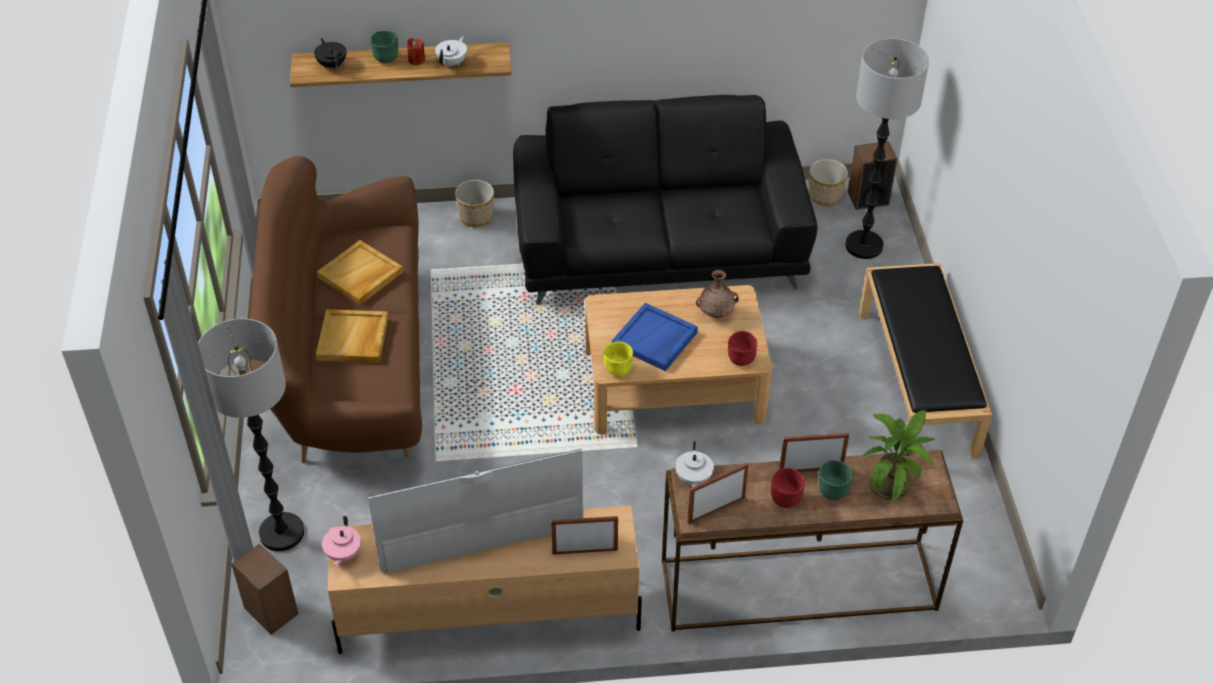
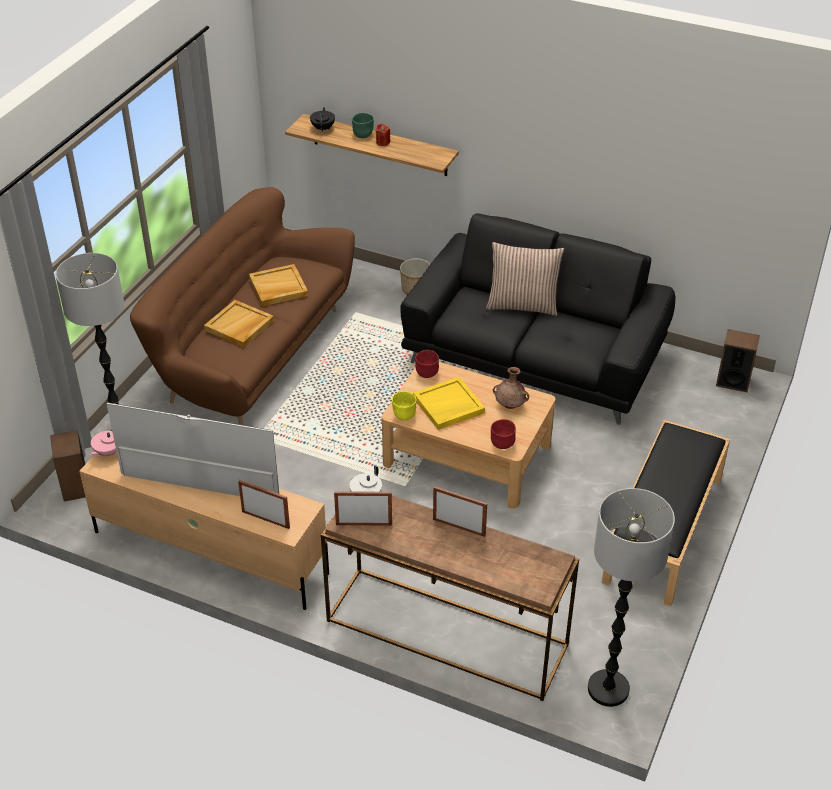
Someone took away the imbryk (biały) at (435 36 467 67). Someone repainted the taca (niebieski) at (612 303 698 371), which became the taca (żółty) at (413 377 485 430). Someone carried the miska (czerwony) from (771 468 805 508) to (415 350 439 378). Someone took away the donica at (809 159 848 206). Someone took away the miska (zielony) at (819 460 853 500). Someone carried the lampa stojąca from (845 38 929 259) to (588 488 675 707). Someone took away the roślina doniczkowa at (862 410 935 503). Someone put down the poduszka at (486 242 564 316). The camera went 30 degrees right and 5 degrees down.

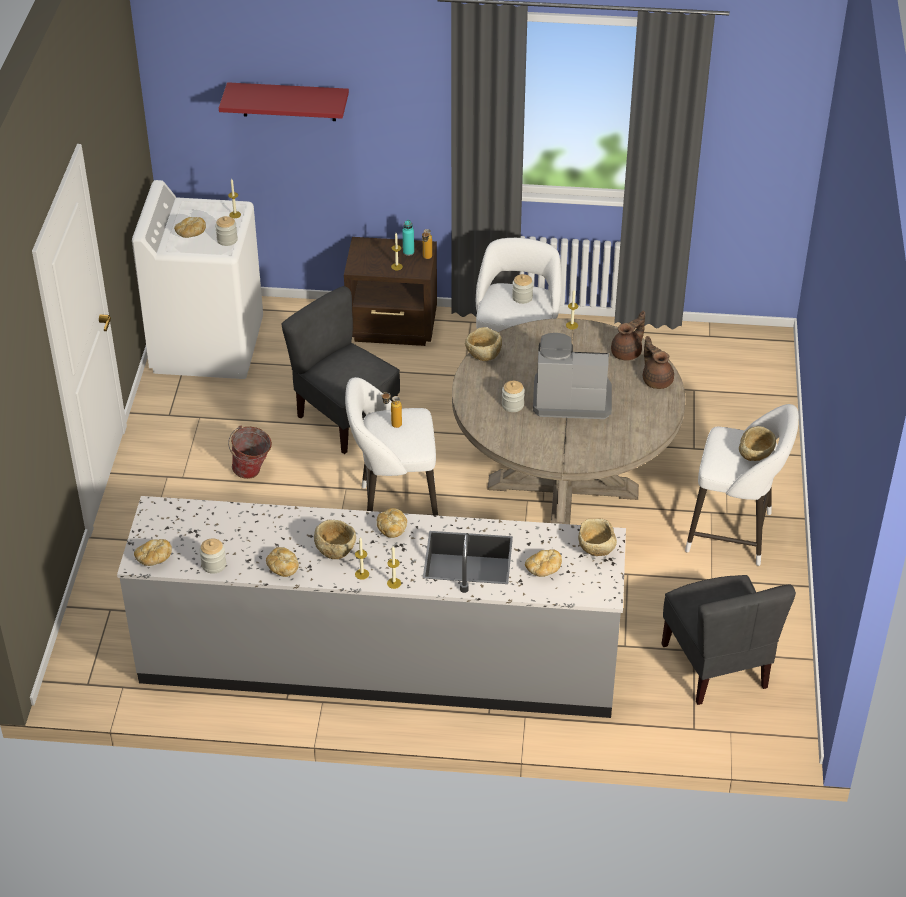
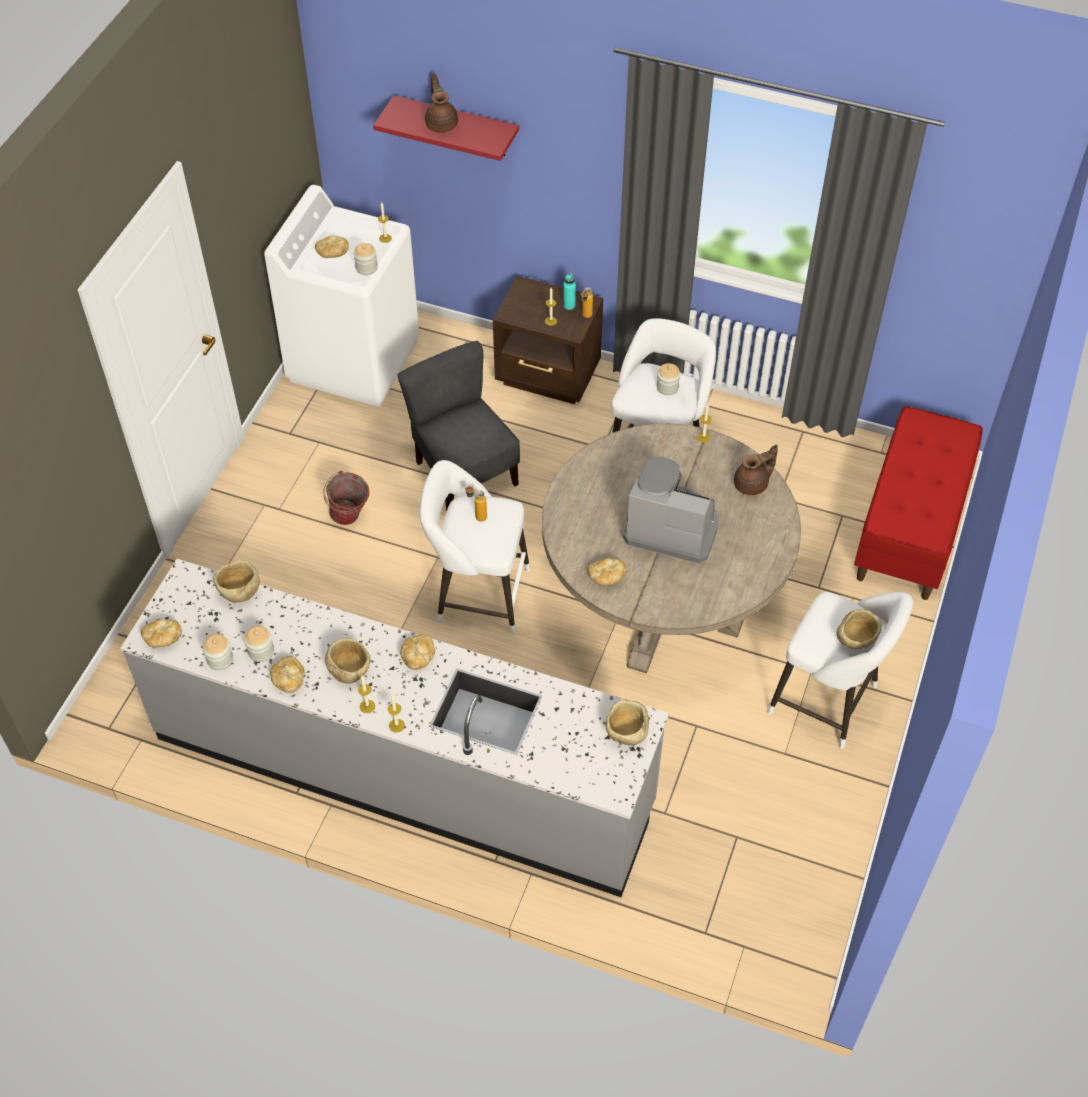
Someone carried the miska (beżowy) from (465 327 502 361) to (213 560 260 603). Someone carried the słoik from (502 381 525 412) to (244 626 274 662). Someone carried the chleb from (525 549 562 577) to (588 558 627 586). Someone carried the imbryk (brązowy) from (643 336 674 389) to (425 73 458 133). Someone took away the krzesło (szary) at (661 575 796 705). Someone put down the ławka (czerwony) at (854 406 983 600). The camera went 15 degrees right and 10 degrees up.

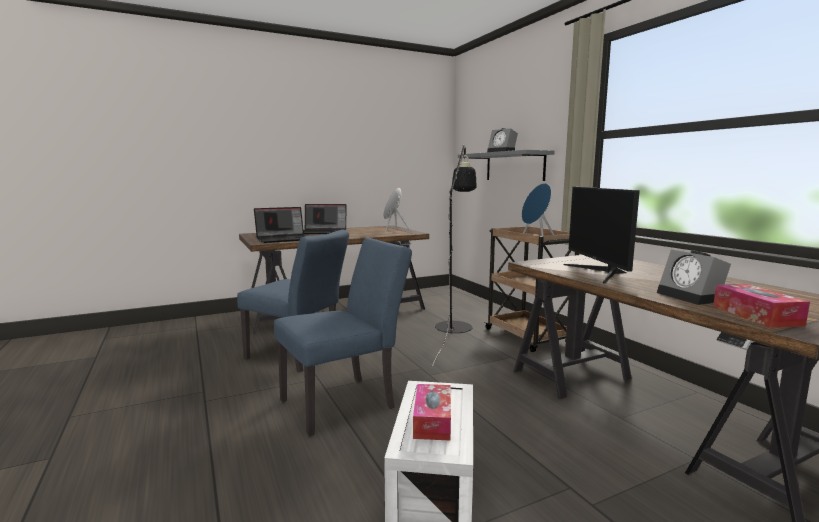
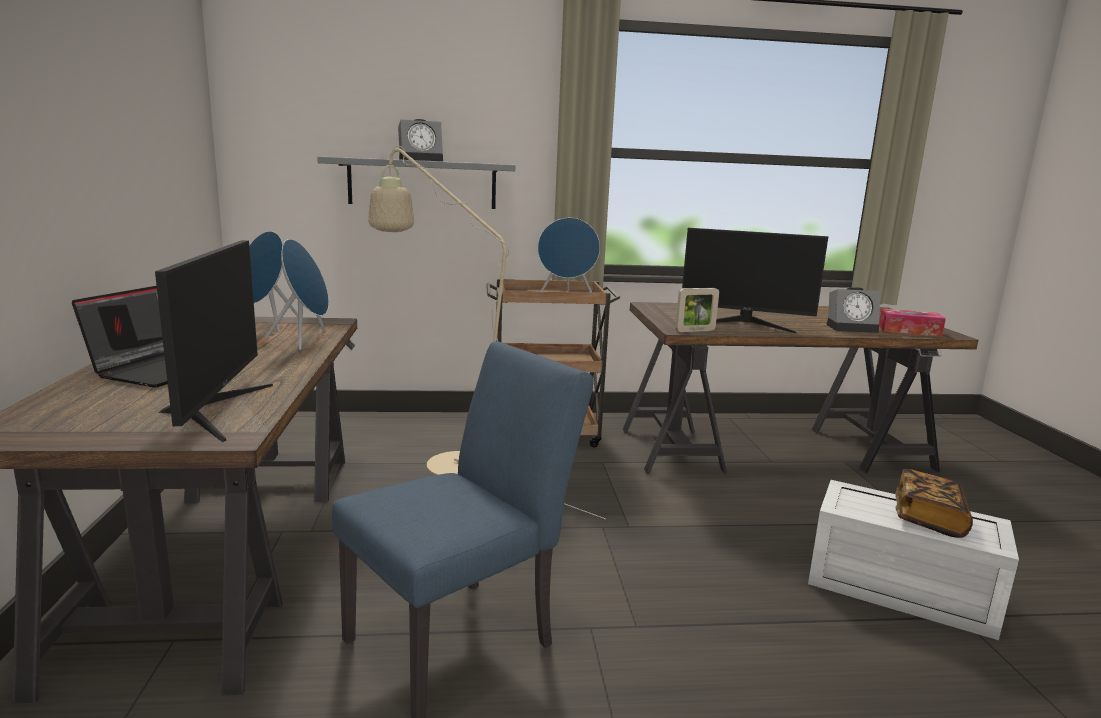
Someone swapped the laptop at (254 207 305 243) for the monitor at (155 240 273 442). Someone took away the krzesło (niebieski) at (274 238 412 437). Someone swapped the pudełko chusteczek at (413 384 451 441) for the książka at (895 469 973 538). Someone repainted the lampa stojąca (czarny) at (431 144 477 368), which became the lampa stojąca (beżowy) at (368 145 606 519). Someone put down the głośnik (niebieski) at (265 239 329 350). Someone put down the ramka na zdjęcie at (675 288 719 332). The camera went 70 degrees left and 5 degrees up.

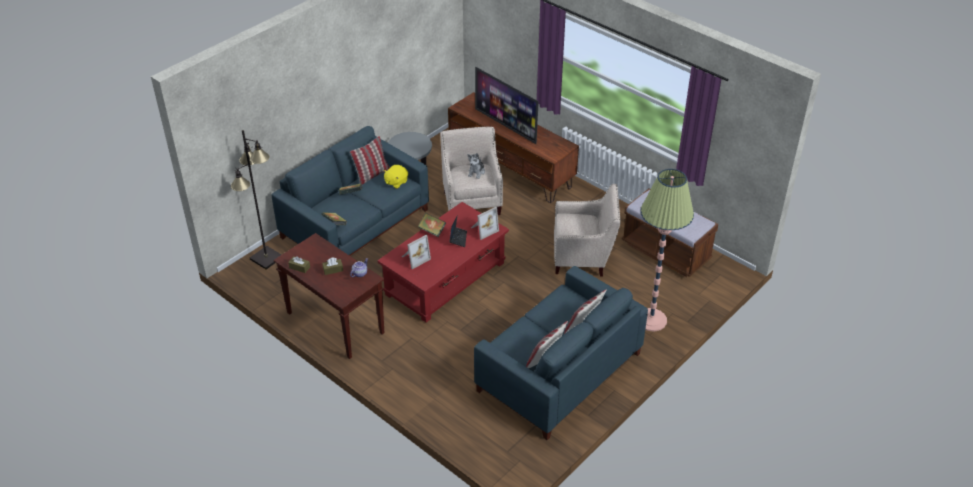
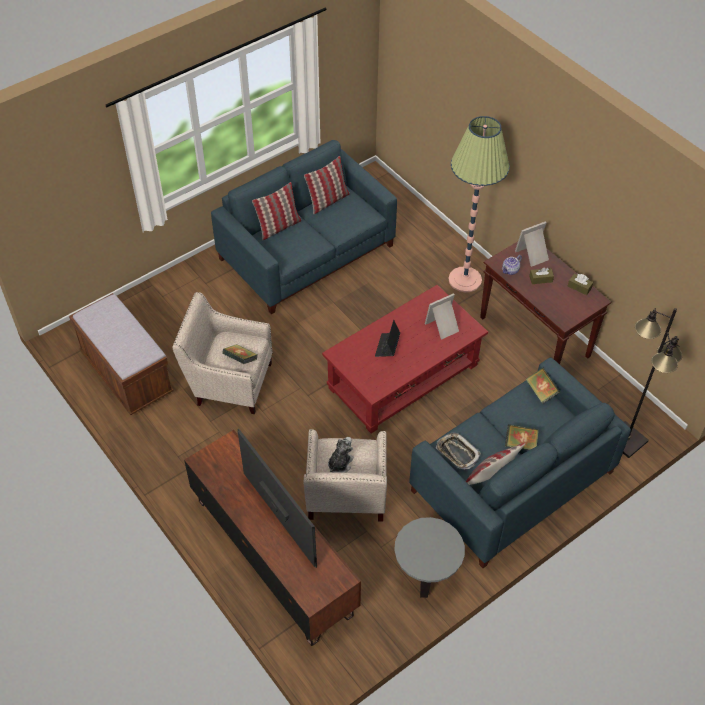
Someone swapped the pluszak (żółty) at (383 165 408 189) for the taca at (436 432 481 470). Someone carried the książka from (418 213 446 237) to (222 344 258 364). Someone carried the ramka na zdjęcie from (471 207 499 240) to (515 221 549 267). Someone carried the lampa stojąca from (641 169 694 332) to (448 116 510 292). The camera went 170 degrees left and 10 degrees up.

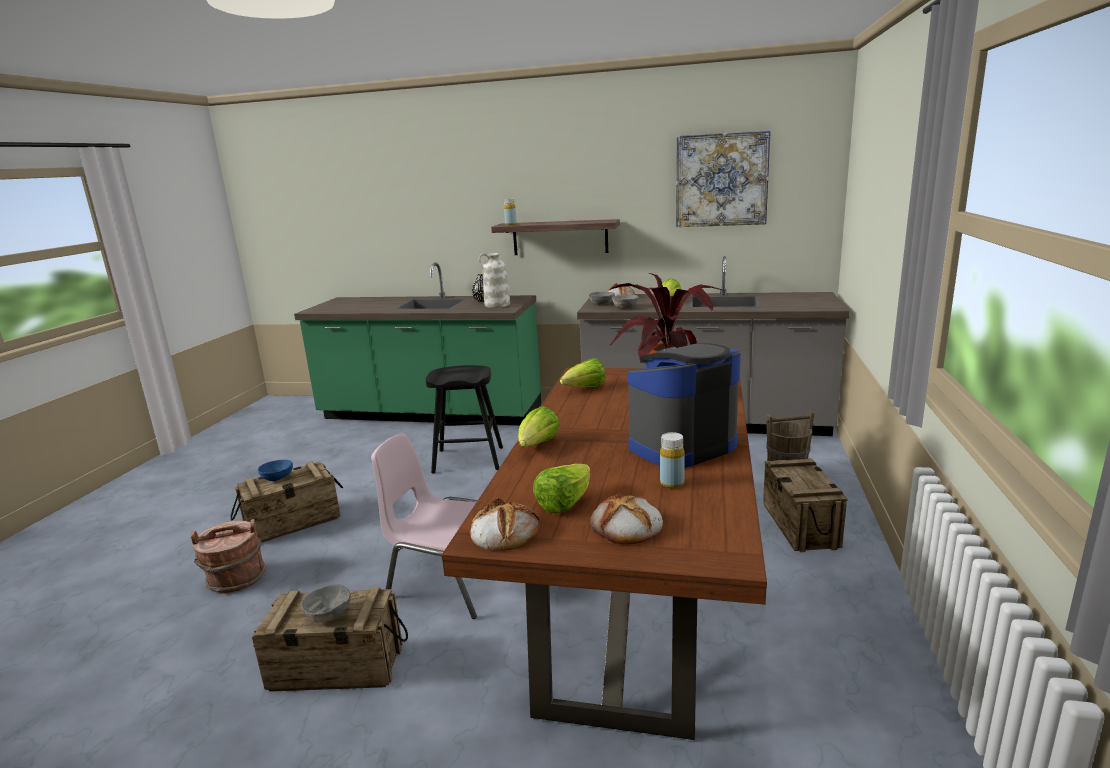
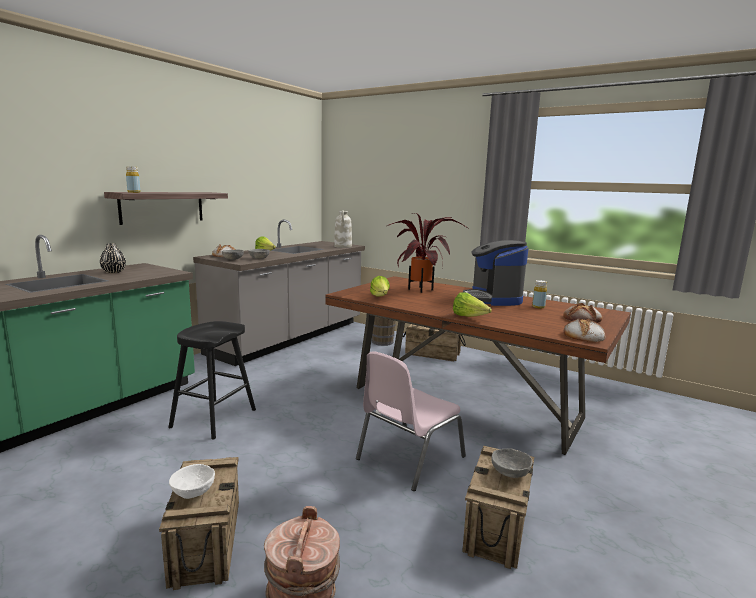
Someone repainted the miska (niebieski) at (258 460 293 481), which became the miska (biały) at (169 464 215 499). Someone carried the wazon (biały) from (479 253 510 308) to (334 210 352 248). Someone took away the sałata at (533 464 590 513). Someone took away the obraz at (676 130 771 227). The camera went 70 degrees left and 5 degrees down.

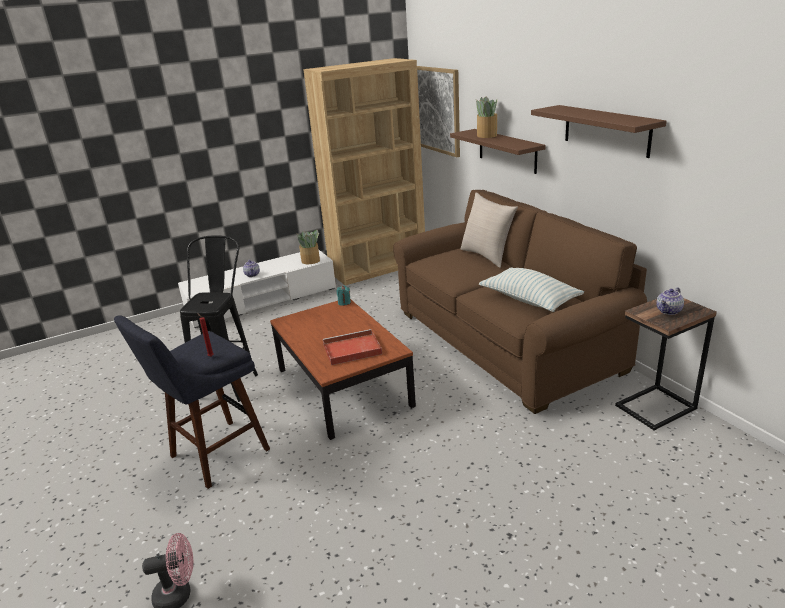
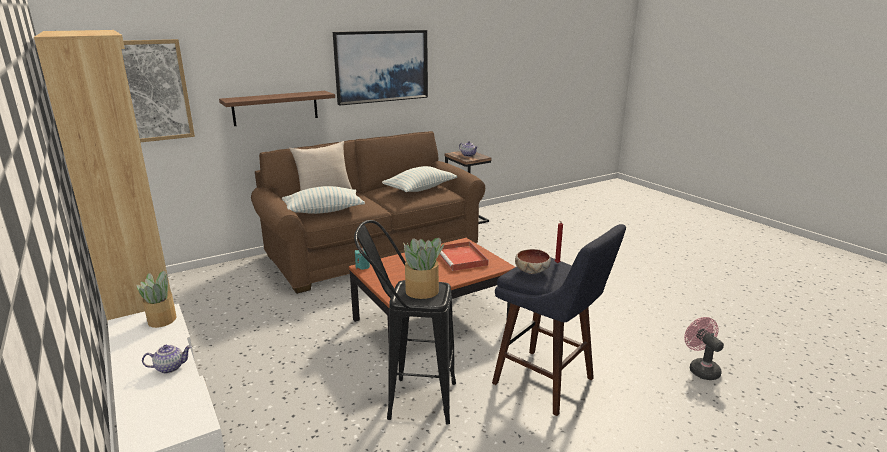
Someone carried the roślina doniczkowa from (476 96 497 138) to (403 238 445 299). Someone swapped the półka (brązowy) at (531 105 666 158) for the obraz at (333 30 428 105). Someone put down the poduszka at (282 186 365 214). Someone put down the miska at (515 249 551 274). The camera went 95 degrees left and 5 degrees down.

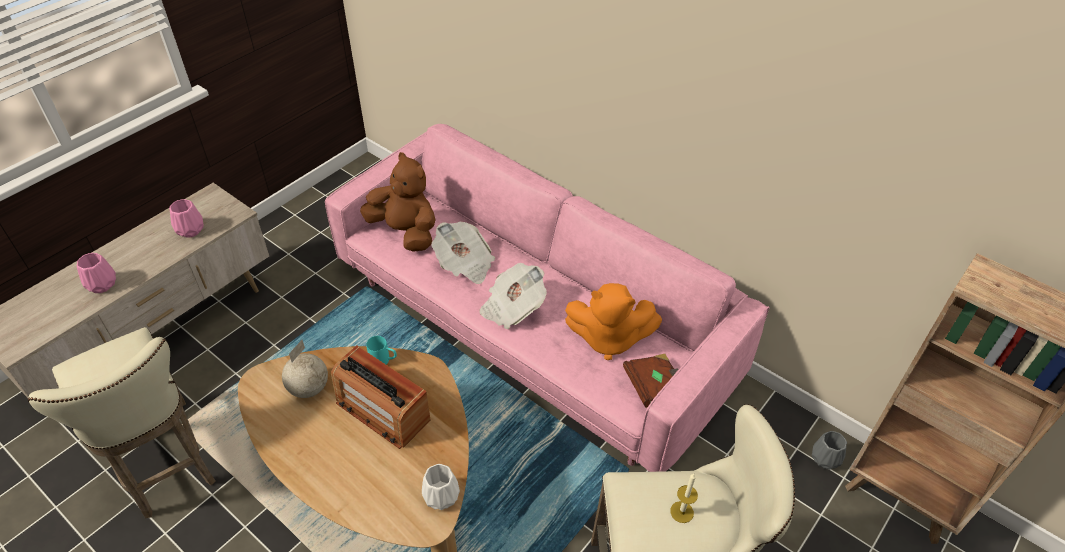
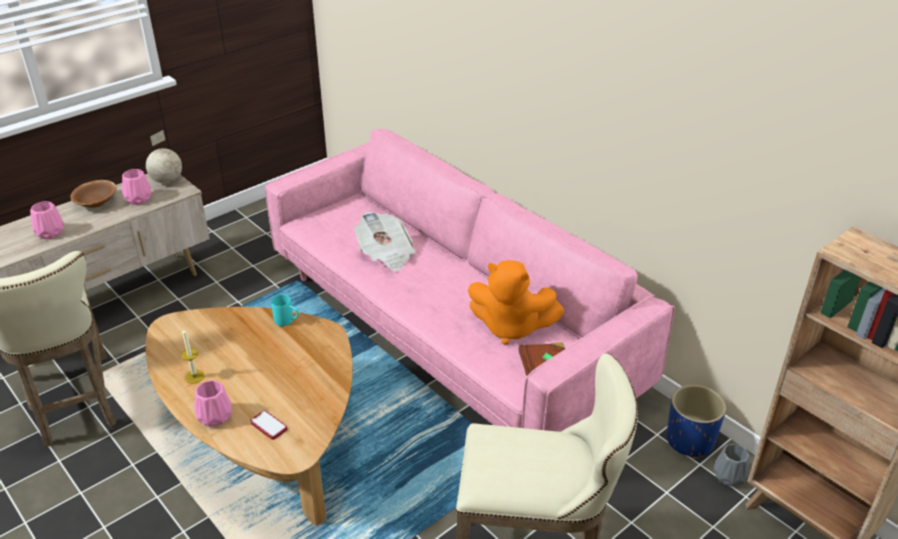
Someone carried the globus from (282 340 328 398) to (146 130 182 183). Someone took away the radio at (331 345 430 449). Someone took away the pluszak (brązowy) at (360 152 436 252). Someone took away the wazon (biały) at (422 464 460 510). Someone took away the gazeta at (479 263 547 330). Someone carried the świeca from (670 474 698 523) to (181 328 205 384). Someone put down the miska (brązowy) at (71 180 116 208). Someone put down the wazon (różowy) at (194 380 232 427). Someone put down the telefon at (250 410 287 440). Someone put down the donica (niebieski) at (666 385 726 458). The camera went 10 degrees right and 10 degrees down.

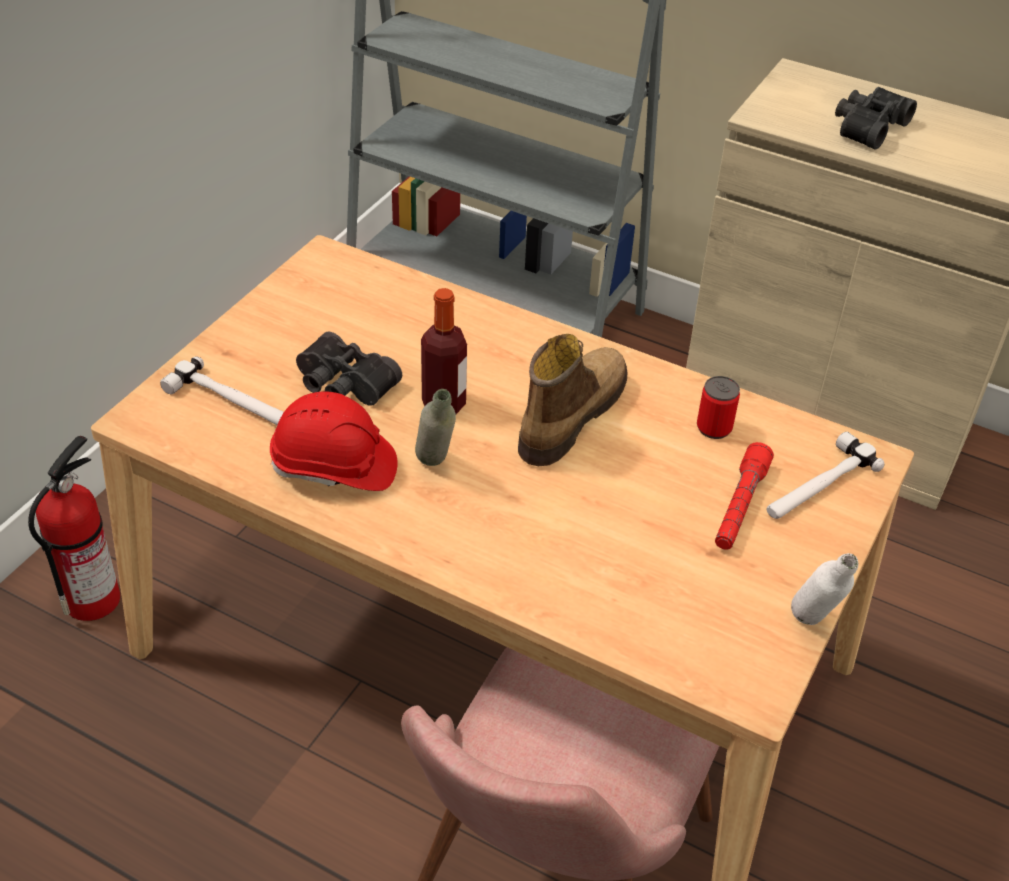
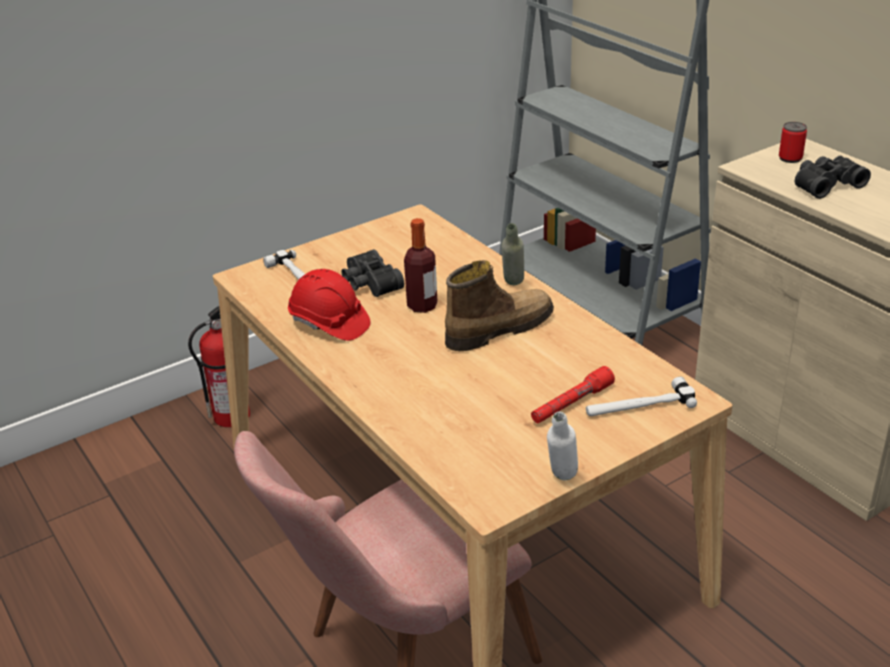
Someone carried the butelka (szary) from (415 389 456 466) to (502 223 524 285). Someone carried the puszka from (697 376 740 439) to (779 122 807 163). The camera went 30 degrees right and 10 degrees down.

